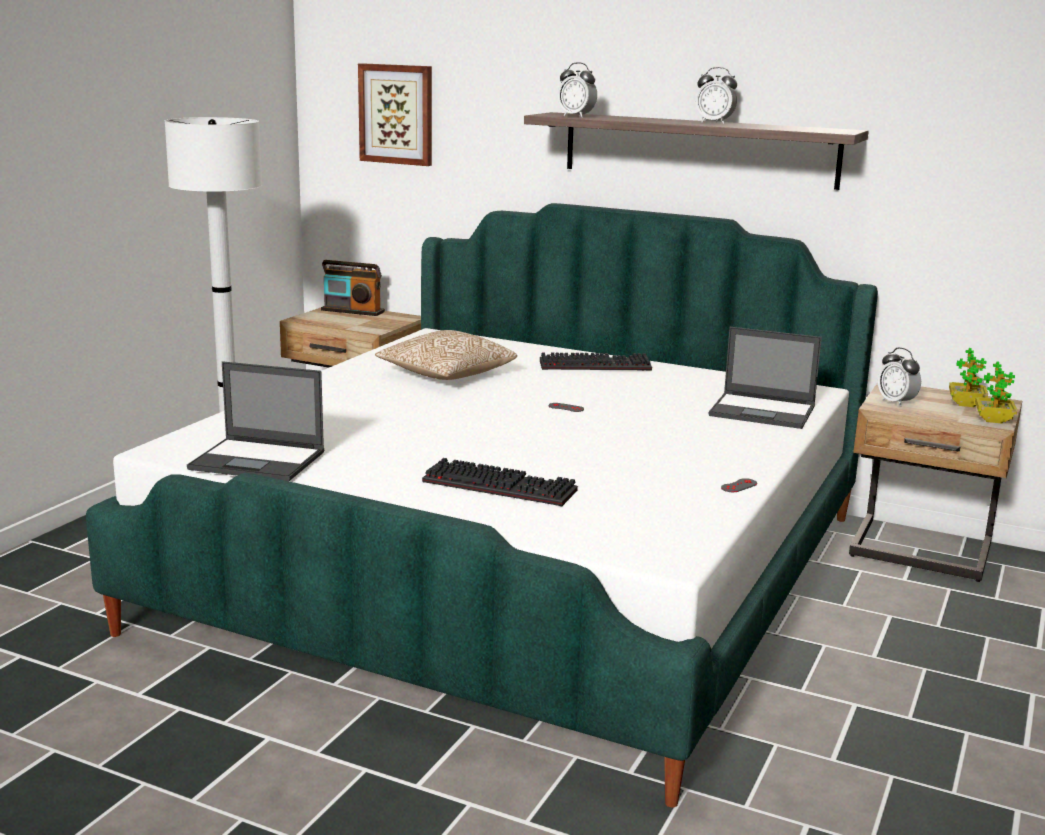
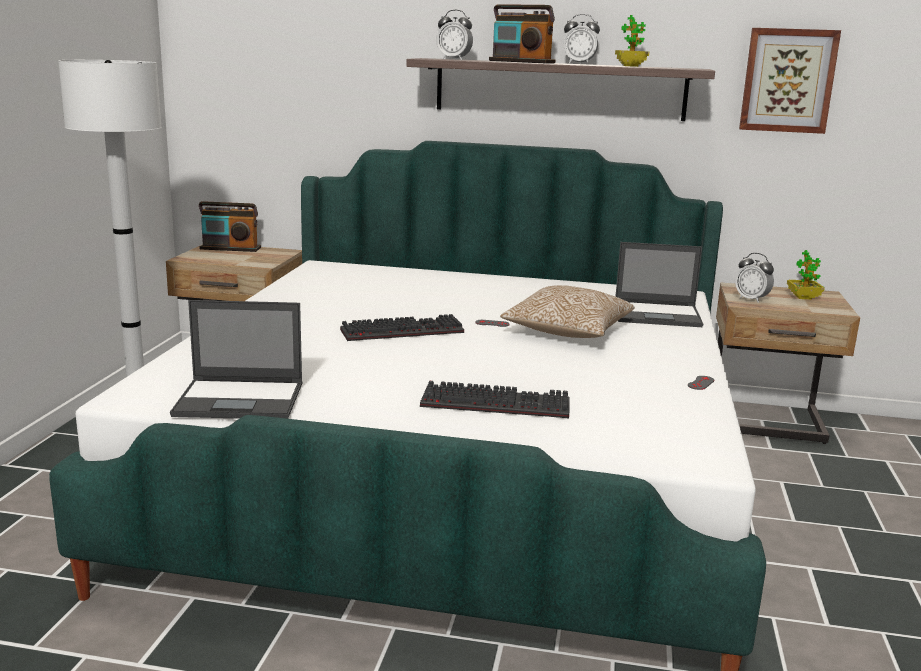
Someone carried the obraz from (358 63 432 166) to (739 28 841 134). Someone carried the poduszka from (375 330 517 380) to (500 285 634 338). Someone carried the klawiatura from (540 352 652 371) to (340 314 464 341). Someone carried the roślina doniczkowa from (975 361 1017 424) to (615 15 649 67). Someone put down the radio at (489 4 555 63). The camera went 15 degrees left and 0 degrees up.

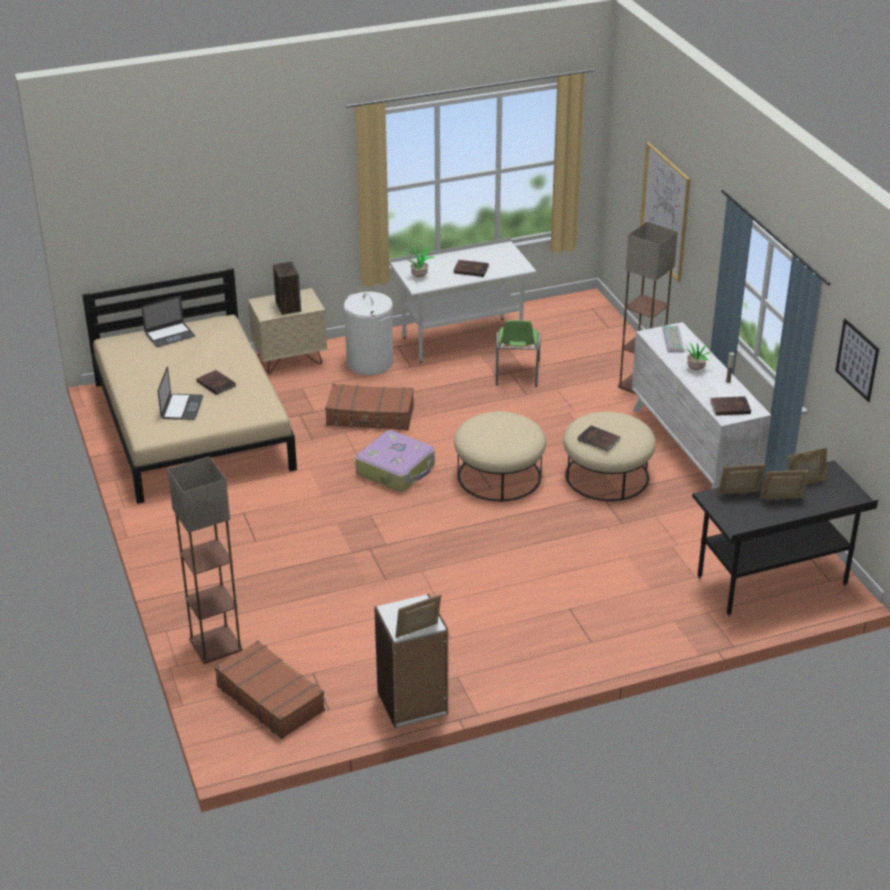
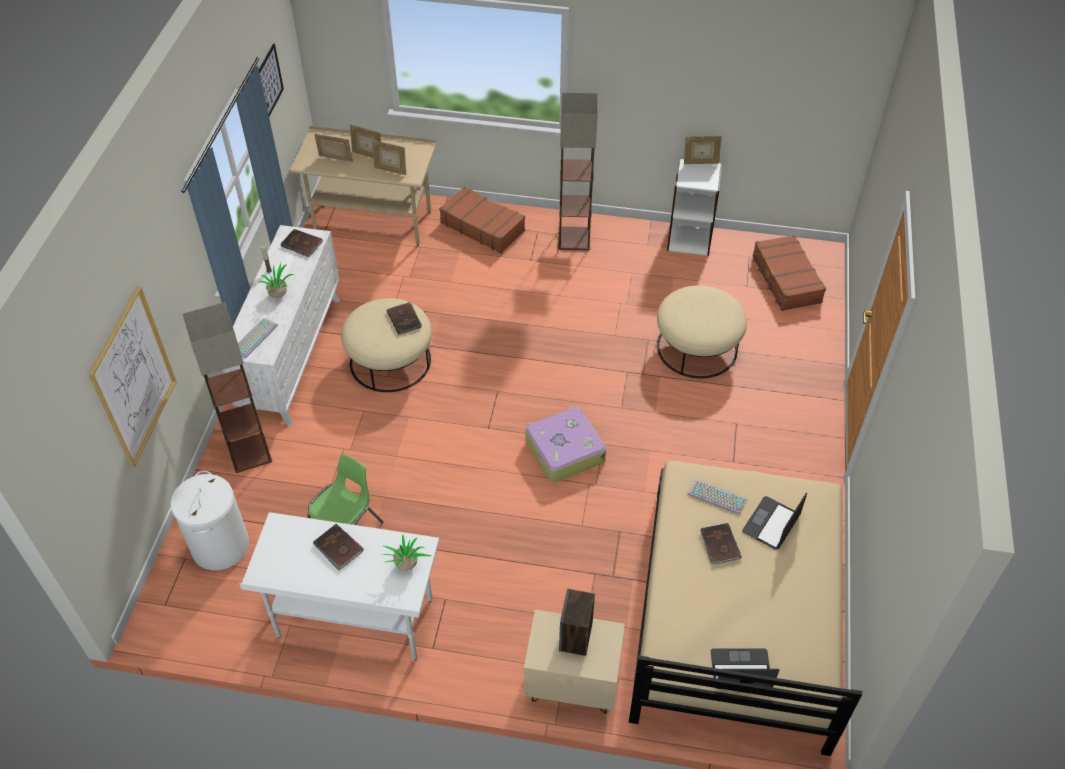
Someone carried the lampa stojąca from (167 456 243 664) to (558 92 598 251). Someone carried the walizka (brązowy) from (325 384 414 430) to (439 186 525 254). Someone carried the kosz na pranie (biały) from (344 292 393 375) to (170 470 249 570). Someone carried the pufa (beżowy) from (454 411 546 501) to (657 286 747 378). Someone repainted the biurko (czarny) at (692 461 878 616), which became the biurko (beżowy) at (290 125 436 246). Someone put down the klawiatura at (688 479 747 515). The camera went 150 degrees left and 15 degrees up.

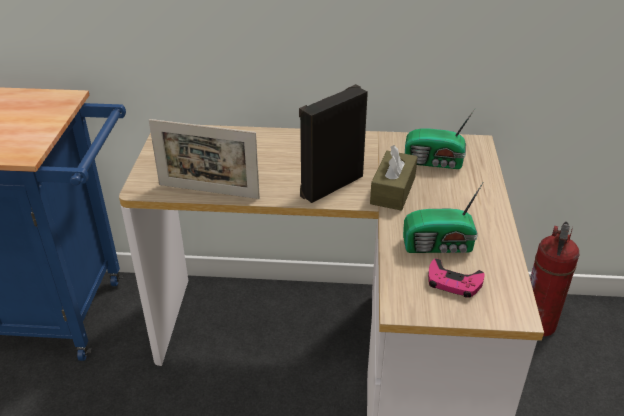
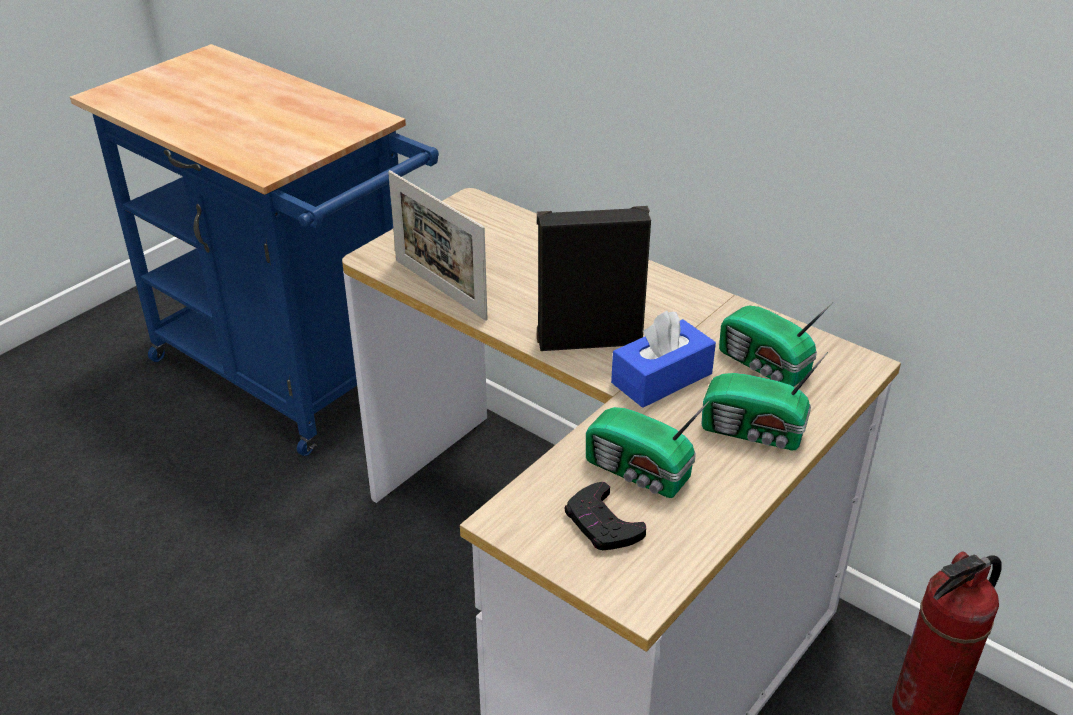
Someone repainted the pudełko chusteczek (brązowy) at (370 145 417 211), which became the pudełko chusteczek (niebieski) at (611 311 716 408). Someone repainted the pad do gier (różowy) at (428 258 485 298), which became the pad do gier (czarny) at (565 482 646 550). Someone put down the radio at (701 352 828 450). The camera went 35 degrees right and 0 degrees up.

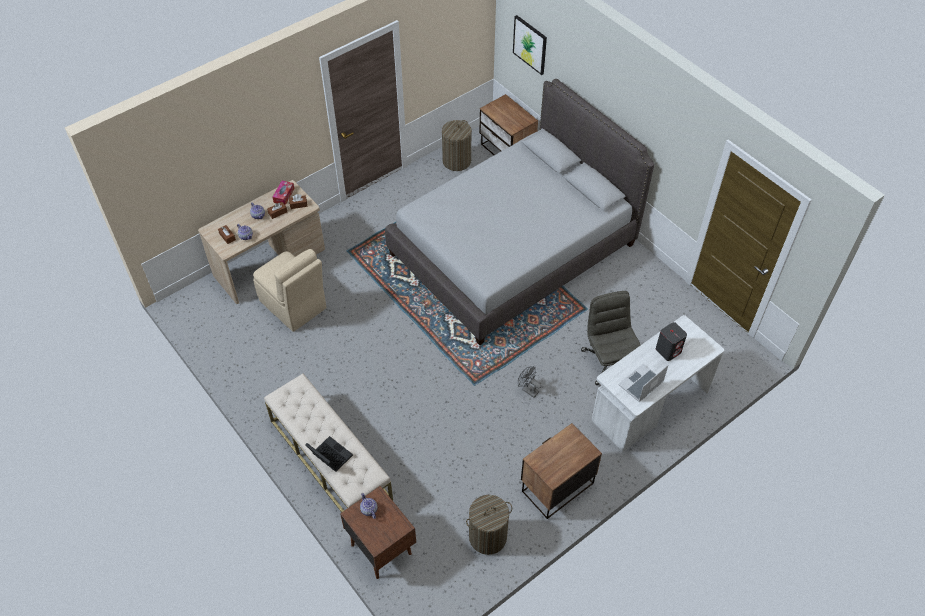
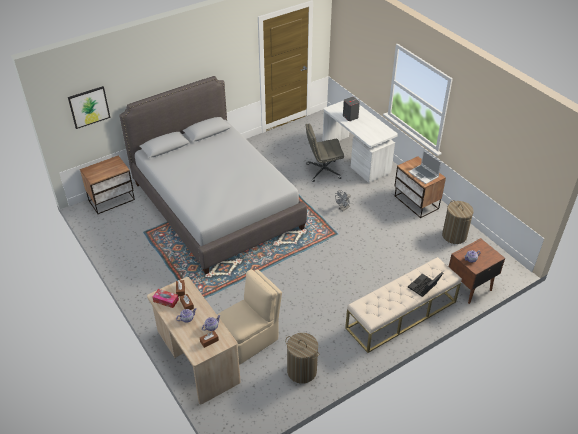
Someone carried the kosz na pranie from (442 120 472 171) to (285 333 319 384). Someone carried the laptop from (618 364 668 402) to (409 150 441 184). The camera went 85 degrees left and 10 degrees down.

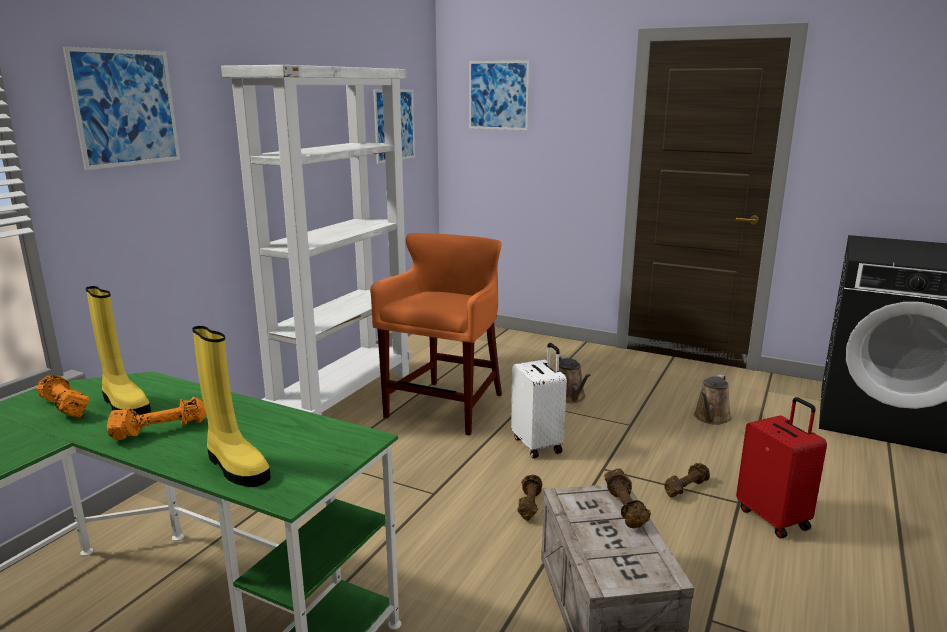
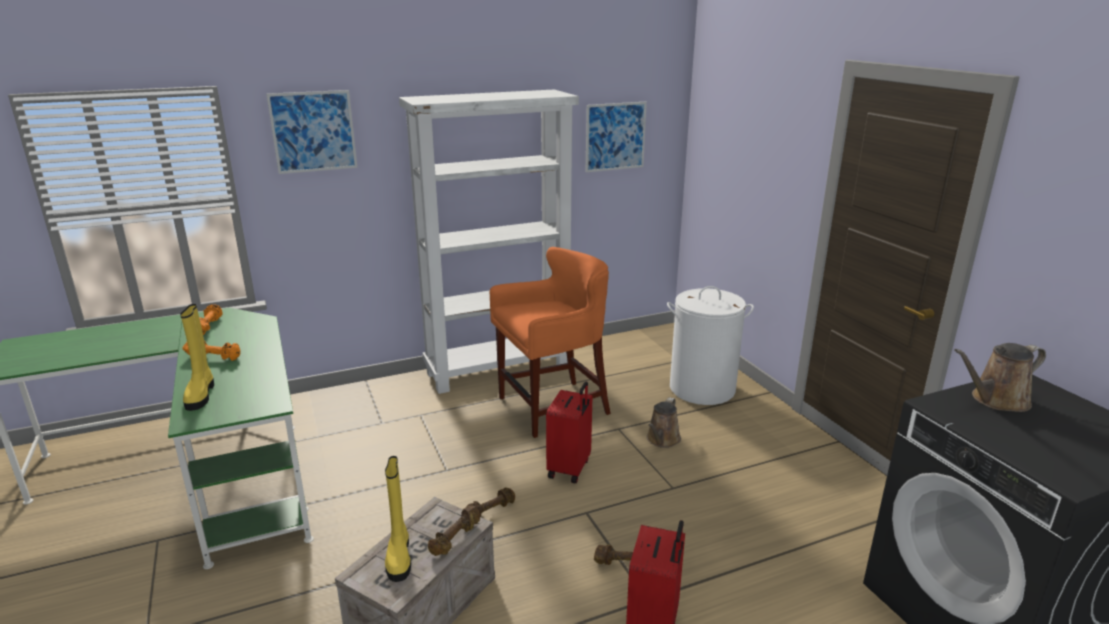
Someone carried the but z cholewką (żółty) from (86 286 151 415) to (385 456 411 582). Someone took away the obraz at (469 60 530 130). Someone repainted the walizka (biały) at (511 343 567 458), which became the walizka (czerwony) at (546 381 592 483). Someone carried the konewka (brązowy) from (694 374 732 425) to (954 343 1046 412). Someone put down the kosz na pranie (biały) at (667 286 754 405). The camera went 40 degrees right and 5 degrees up.

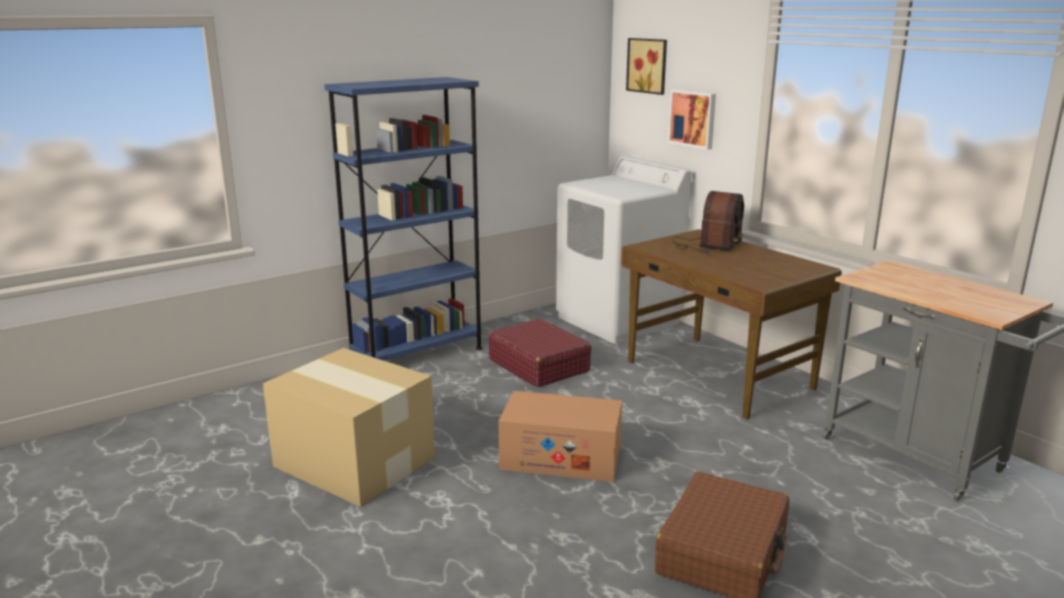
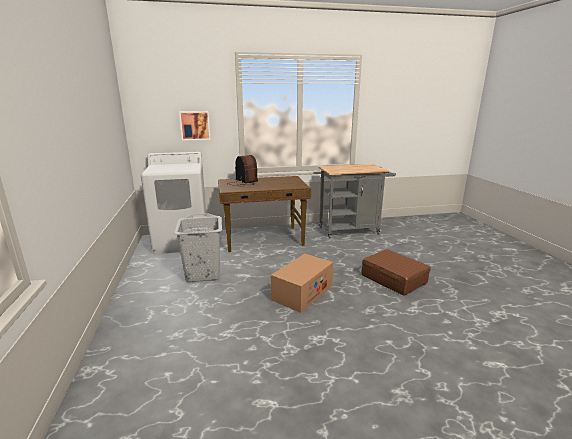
Someone took away the karton at (263 348 435 507). Someone took away the regał (niebieski) at (324 77 483 361). Someone swapped the walizka (czerwony) at (488 319 592 387) for the kosz na pranie (szary) at (173 213 222 282). Someone took away the obraz at (626 38 667 95). The camera went 65 degrees left and 0 degrees up.

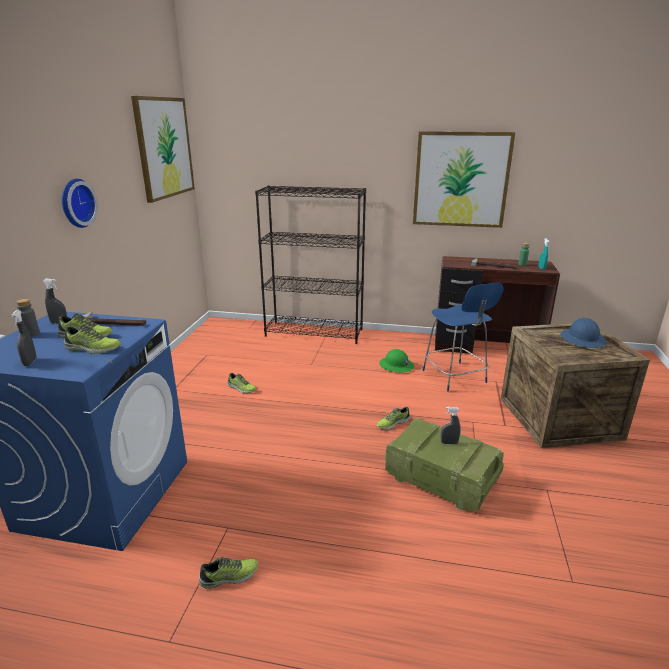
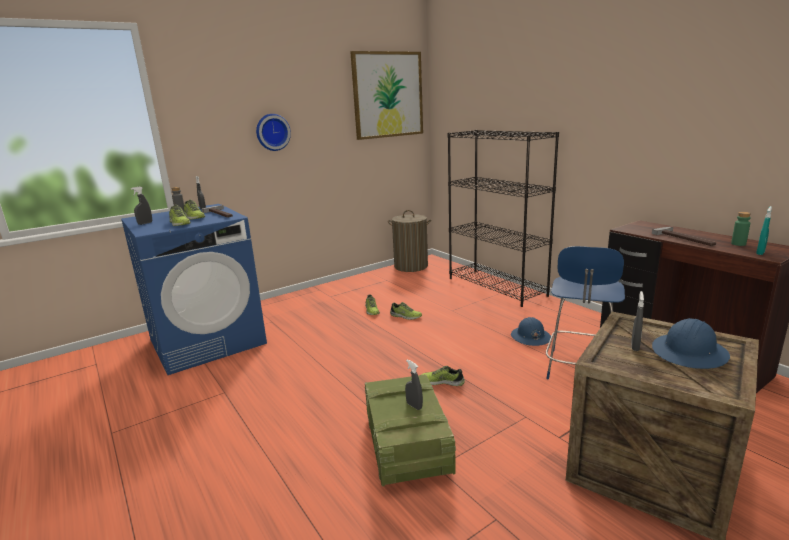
Someone carried the but from (199 557 258 589) to (390 302 422 320). Someone repainted the kask (zielony) at (380 349 414 372), which became the kask (niebieski) at (511 317 551 346). Someone took away the obraz at (413 131 515 228). Someone put down the kosz na pranie at (388 210 431 272). Someone put down the spryskiwacz (szary) at (631 291 644 351). The camera went 45 degrees right and 5 degrees down.

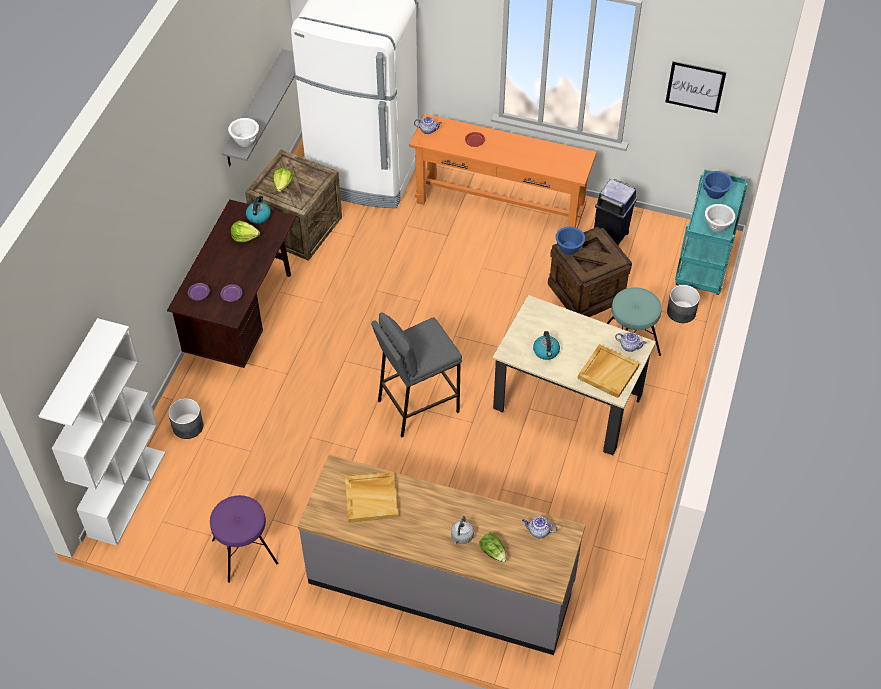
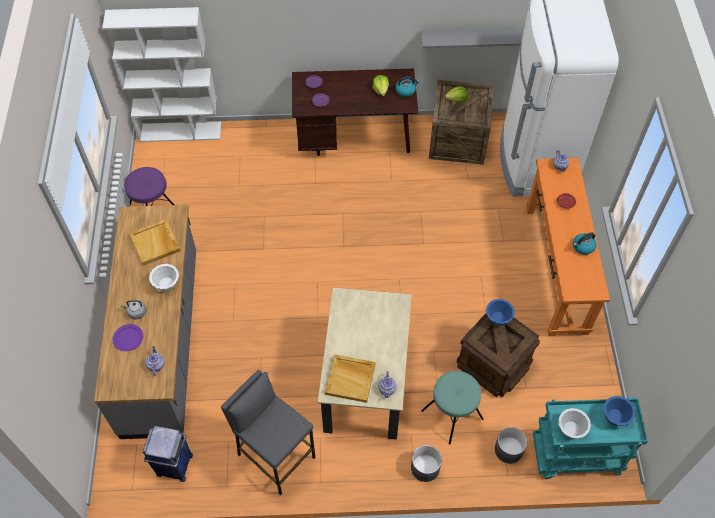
Someone carried the donica (szary) from (168 398 203 439) to (411 445 442 482). Someone carried the miska (biały) from (228 118 259 147) to (149 264 179 291). Someone carried the stołek (szary) from (371 312 462 437) to (221 370 316 495). Someone swapped the sałata at (480 532 506 562) for the talerz (fioletowy) at (113 324 143 351). Someone carried the czajnik from (533 331 560 360) to (573 232 597 255). Someone carried the kosz na śmieci (niebieski) from (594 179 637 246) to (143 426 193 482). Someone took away the obraz at (666 61 726 113). The camera went 70 degrees right and 5 degrees up.

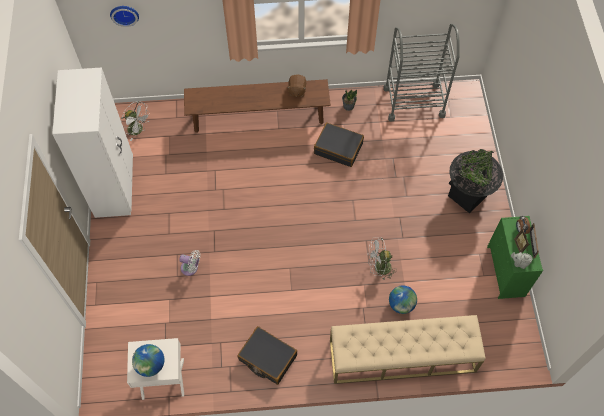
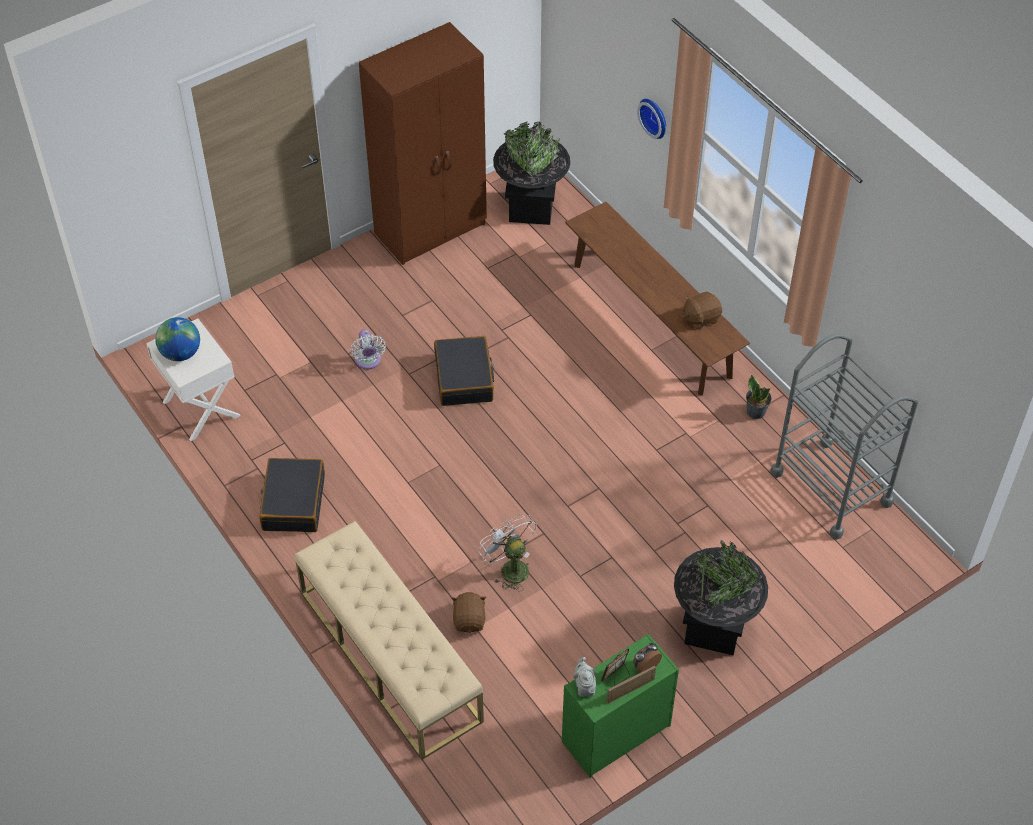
Someone repainted the szafa (biały) at (52 67 133 218), which became the szafa (brązowy) at (359 22 487 265). Someone carried the zegar ścienny from (110 6 139 27) to (637 99 666 139). Someone swapped the wentylator (biały) at (121 101 151 141) for the donica (czarny) at (493 122 570 225). Someone carried the walizka (czarny) from (314 123 364 167) to (434 336 494 406). Someone swapped the globus at (389 286 417 314) for the pluszak (brązowy) at (451 592 486 633). The camera went 60 degrees right and 10 degrees down.

